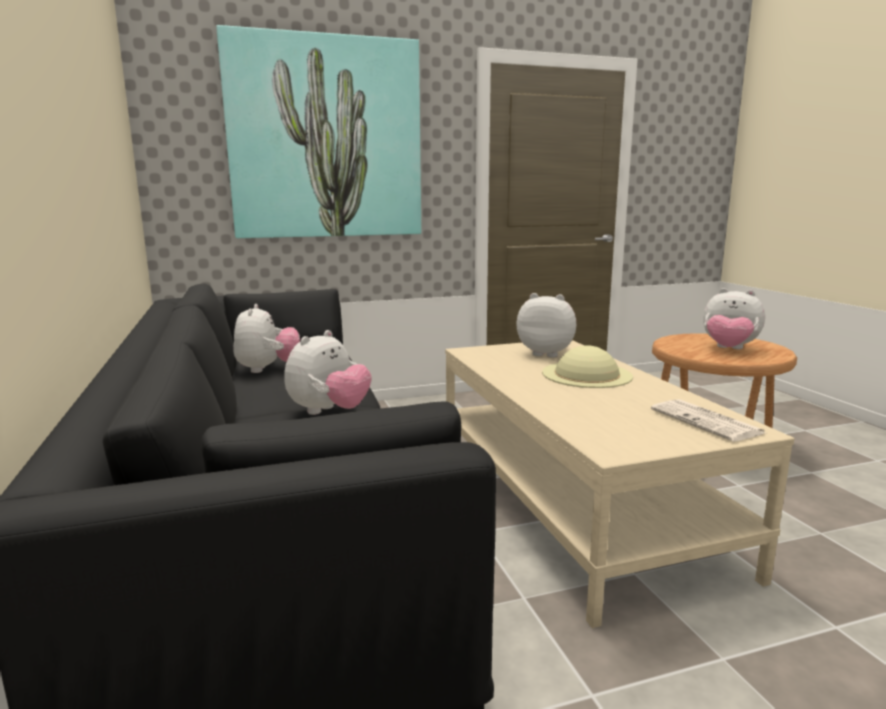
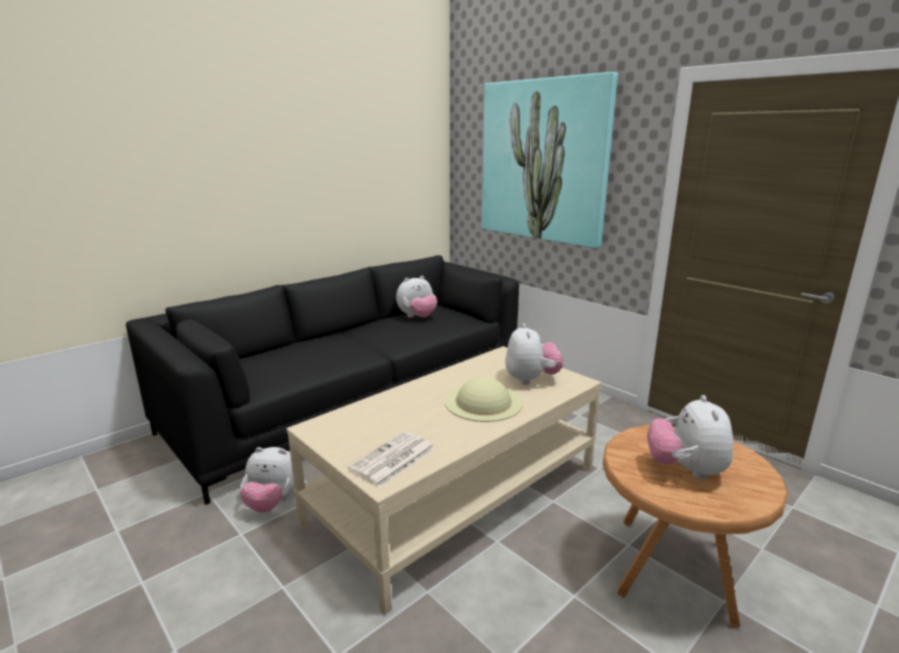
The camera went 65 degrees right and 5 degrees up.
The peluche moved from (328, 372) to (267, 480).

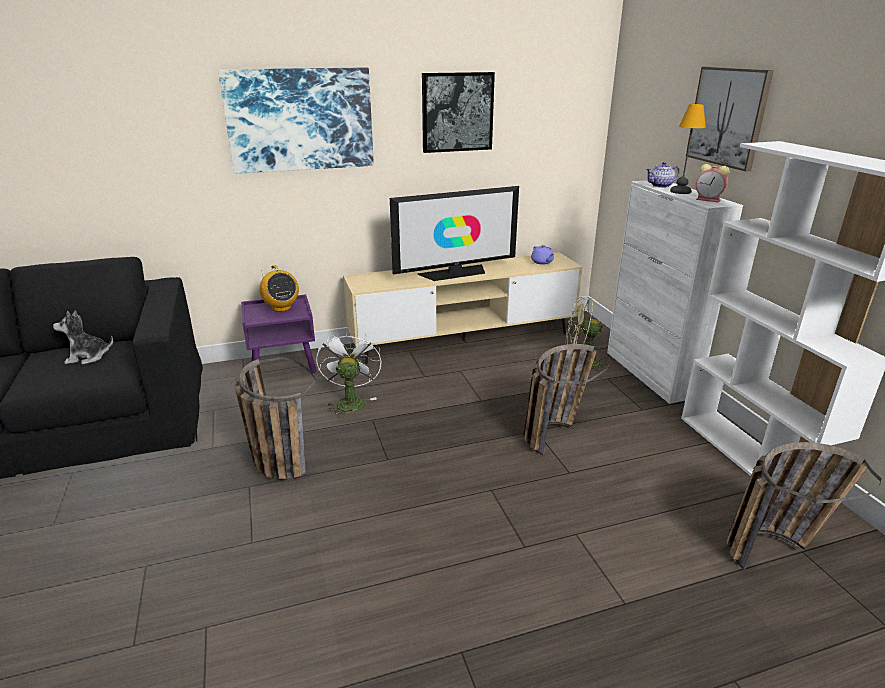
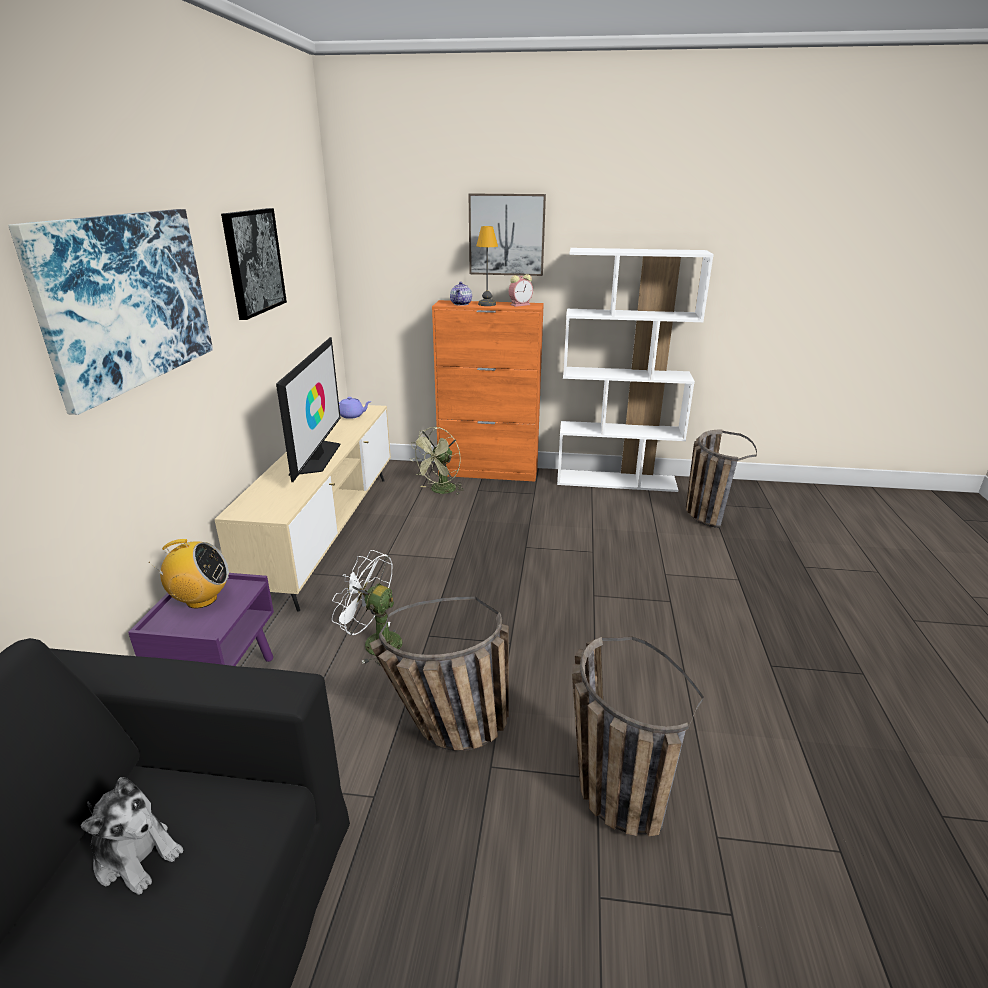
The camera went 65 degrees left and 0 degrees up.
The panier moved from (566, 399) to (638, 737).
The meuble de rangement/blanc at (675, 292) became the meuble de rangement/orange at (488, 391).
The peluche at (83, 337) turned 75 degrees counterclockwise.

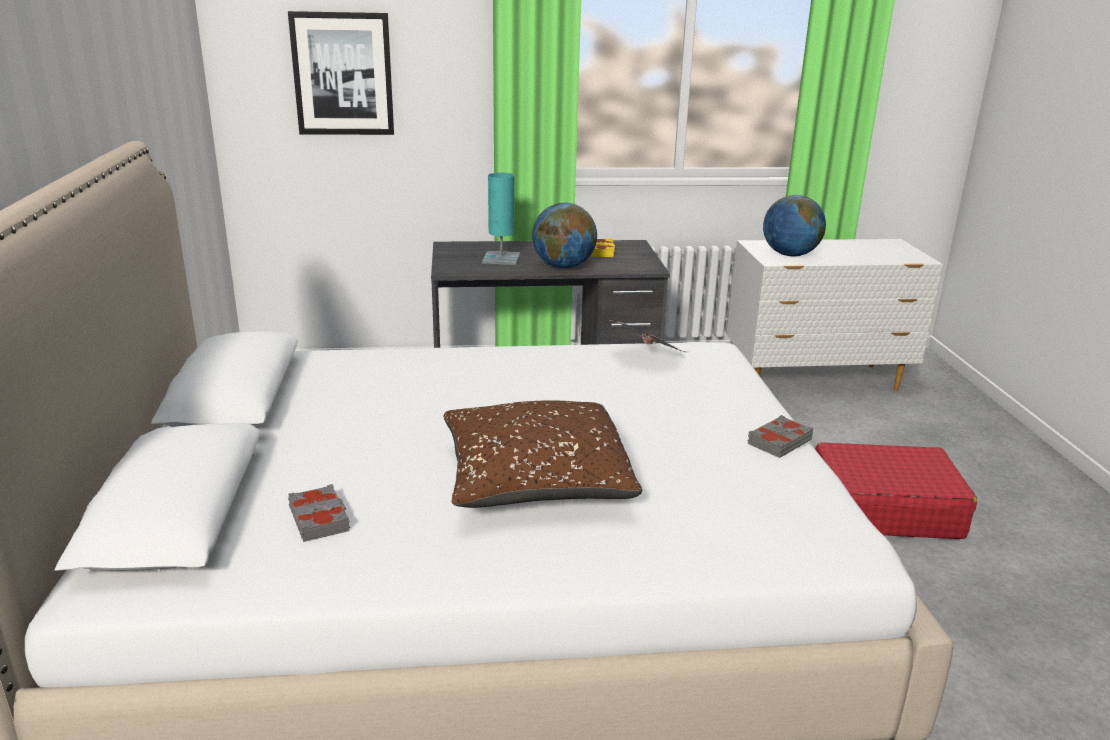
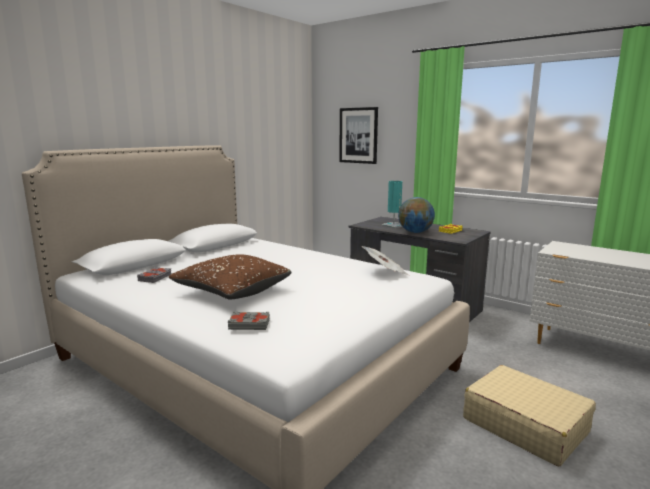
The camera went 45 degrees right and 10 degrees down.
The globe at (794, 225) disappeared.
The livre/gris moved from (780, 436) to (249, 320).
The valise/rouge at (896, 490) became the valise/beige at (529, 415).

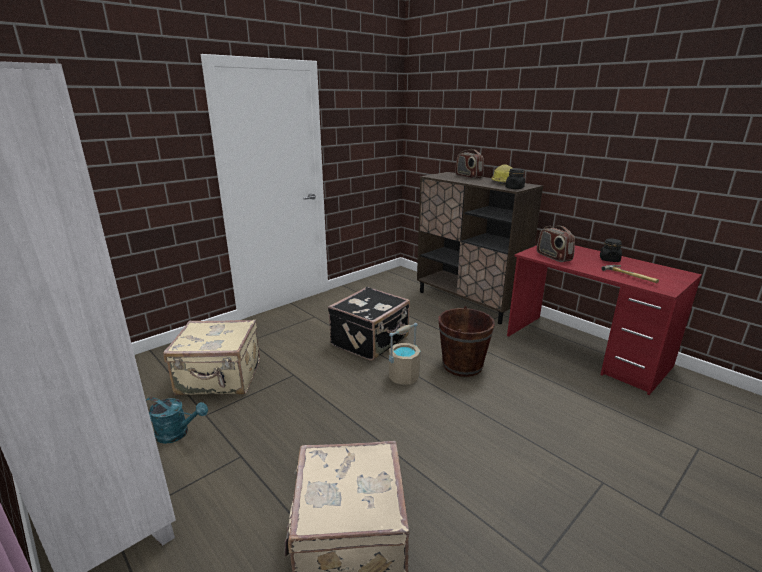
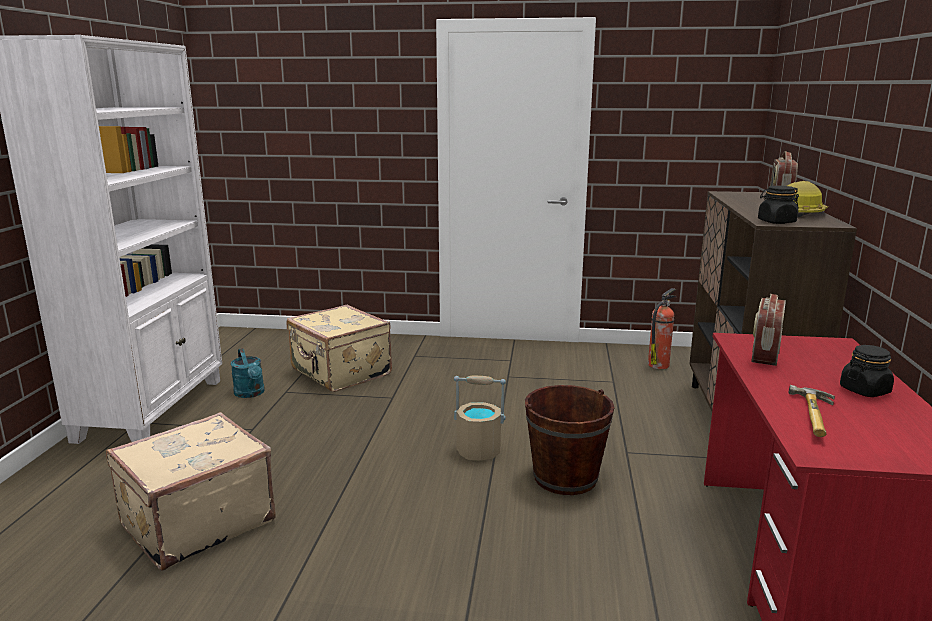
The camera went 50 degrees right and 5 degrees down.
The valise/noir at (369, 324) disappeared.
The extincteur at (662, 328) appeared.

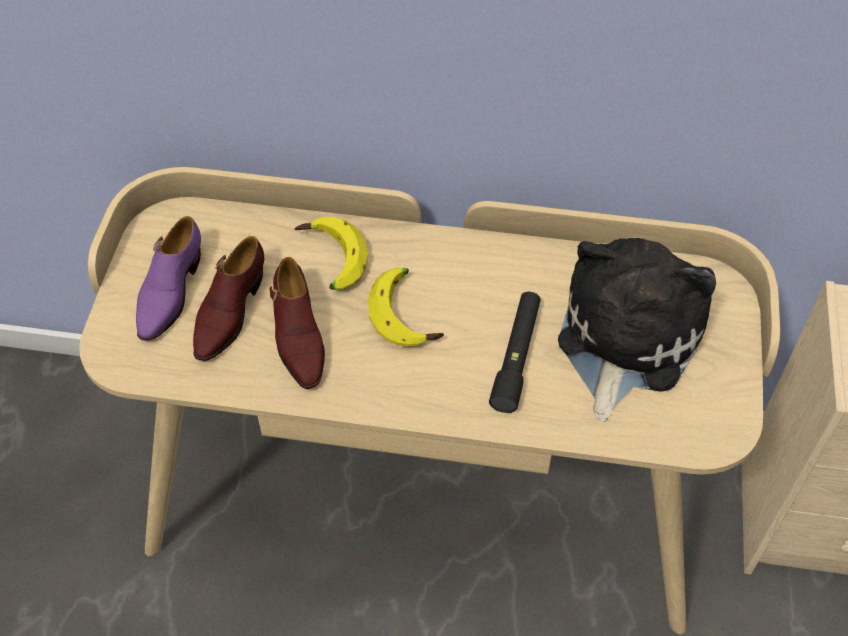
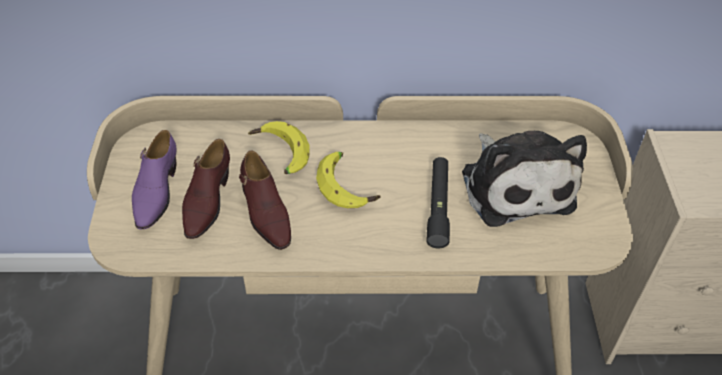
The camera went 10 degrees left and 5 degrees down.
The peluche at (637, 329) turned 150 degrees clockwise.

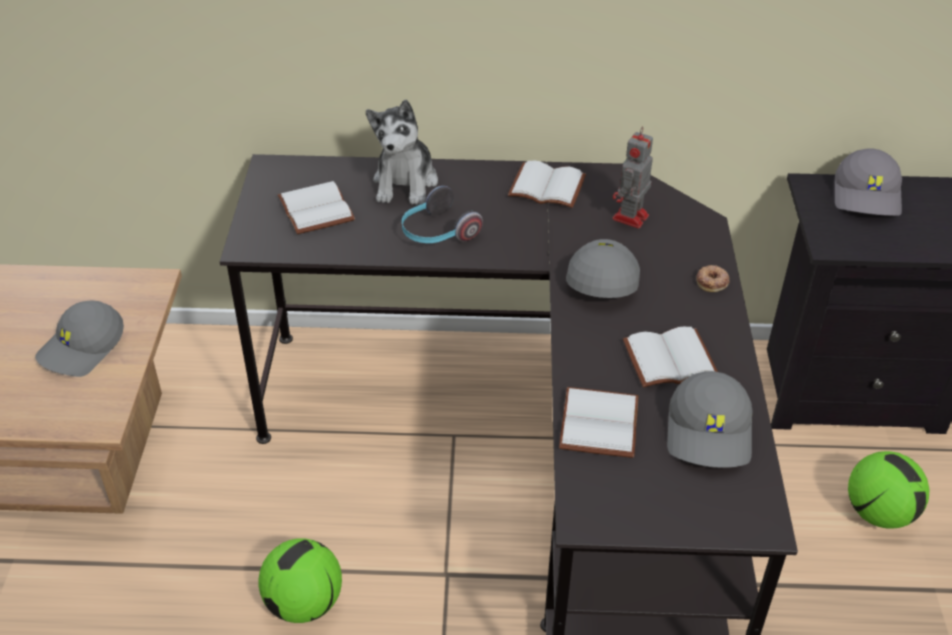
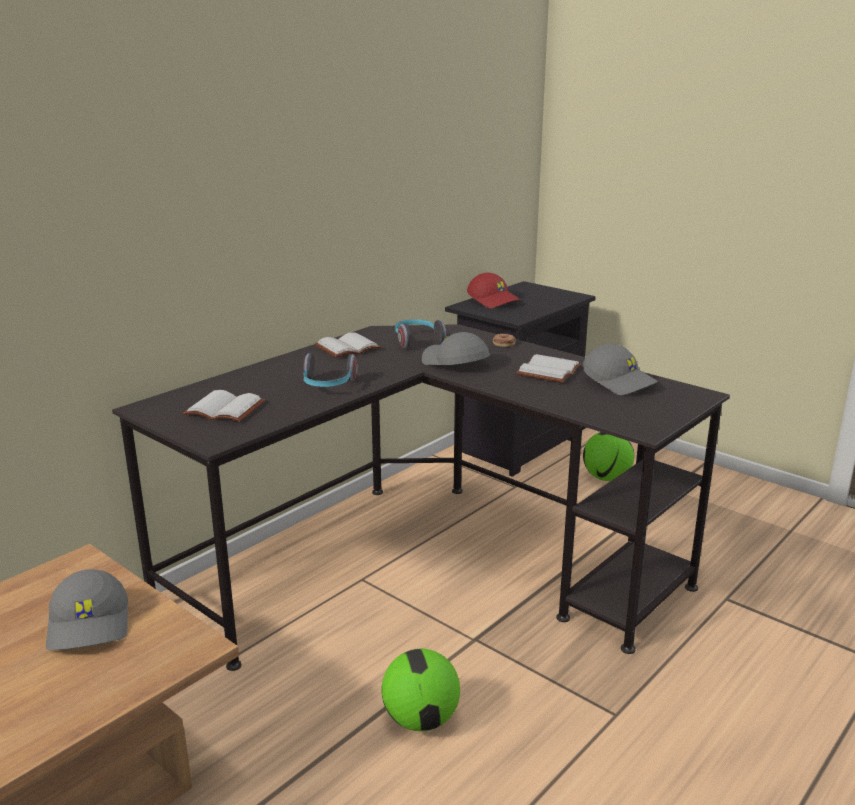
The camera went 50 degrees left and 20 degrees down.
The peluche at (402, 152) disappeared.
The livre/blanc at (598, 422) disappeared.
The robot jouet at (632, 177) was replaced by the casque audio at (420, 333).
The casquette/gris at (868, 182) became the casquette/rouge at (494, 290).

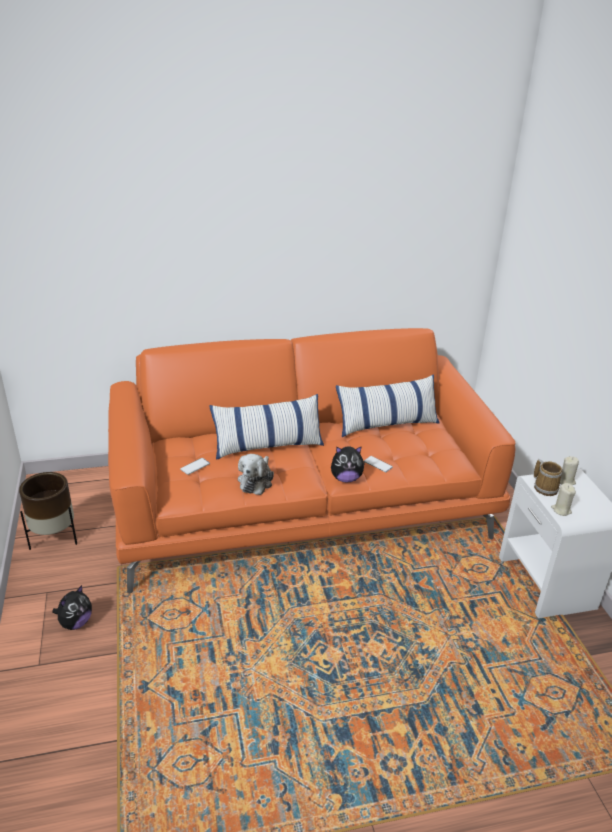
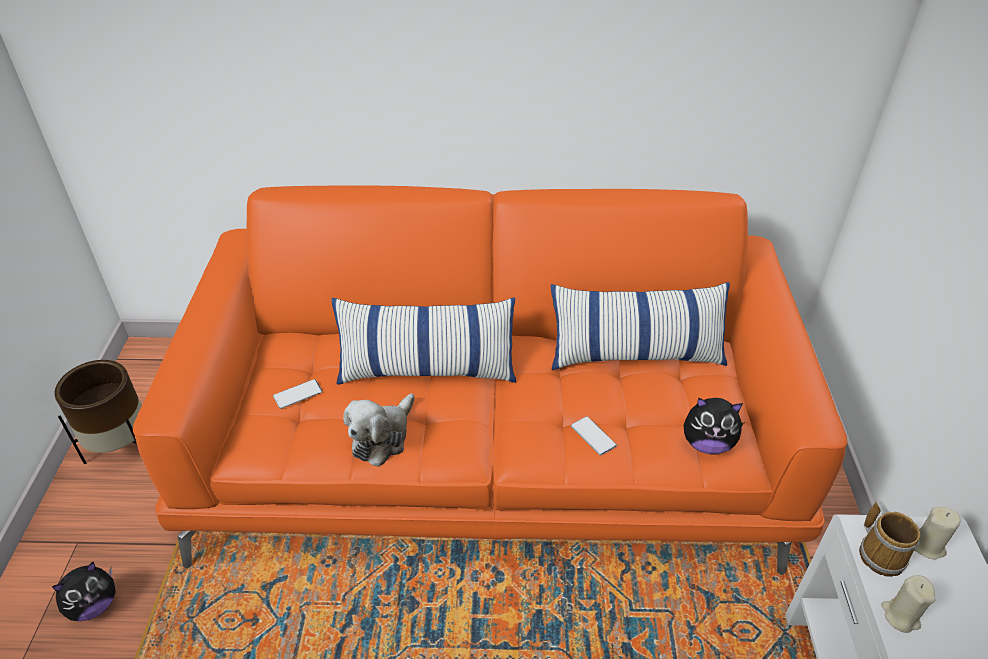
The camera went 15 degrees right and 10 degrees up.
The peluche moved from (348, 464) to (714, 426).

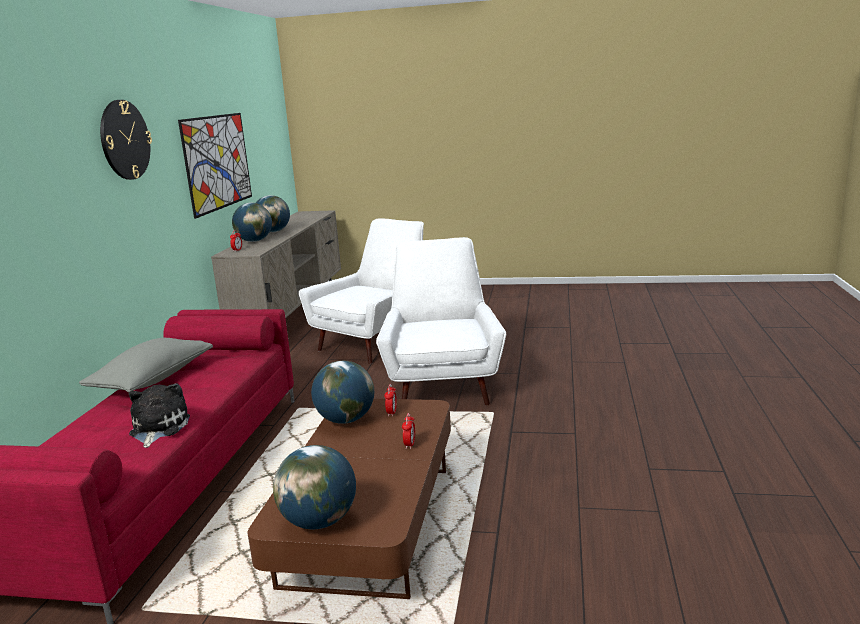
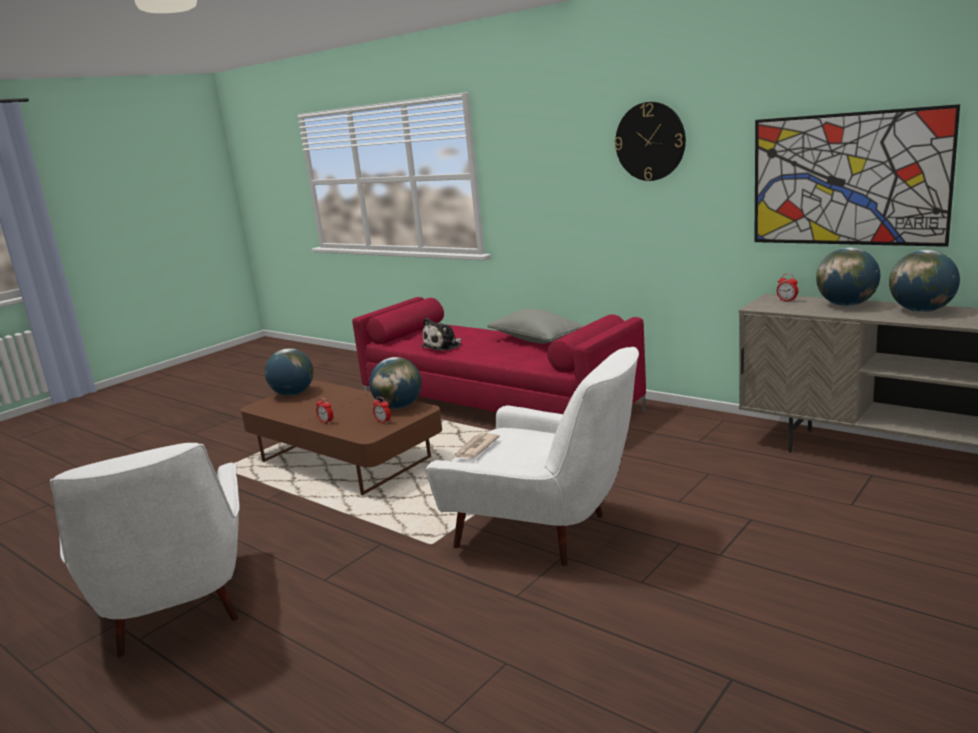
The camera went 120 degrees right and 0 degrees up.
The journal at (477, 446) appeared.
The fauteuil/blanc moved from (361, 291) to (145, 550).
The peluche at (159, 415) turned 105 degrees clockwise.

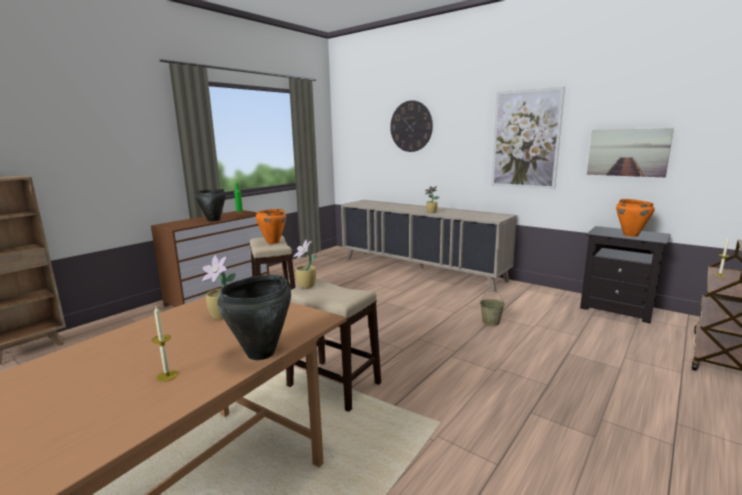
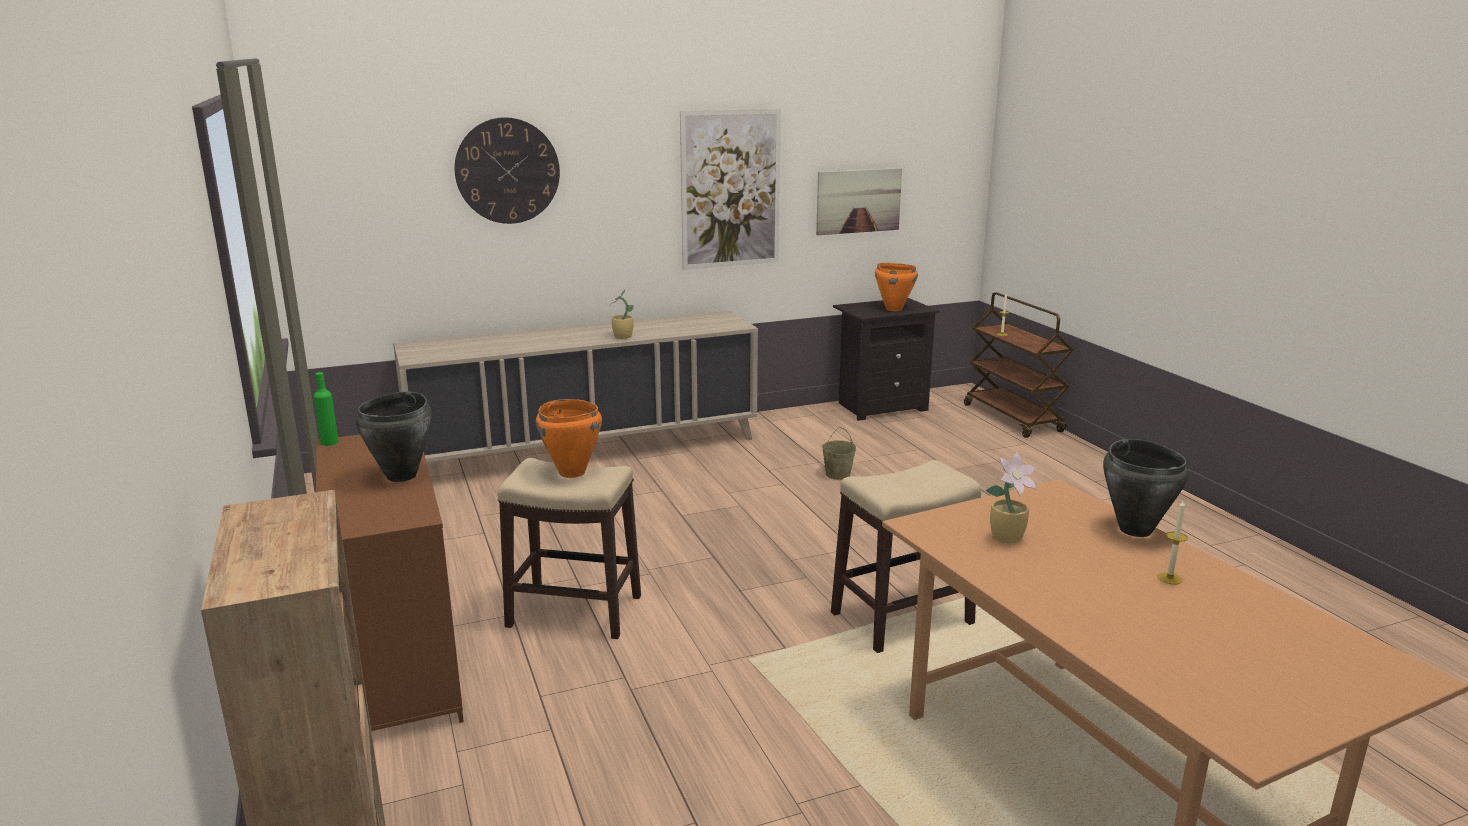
The camera went 60 degrees left and 5 degrees up.
The plante en pot at (304, 263) disappeared.

